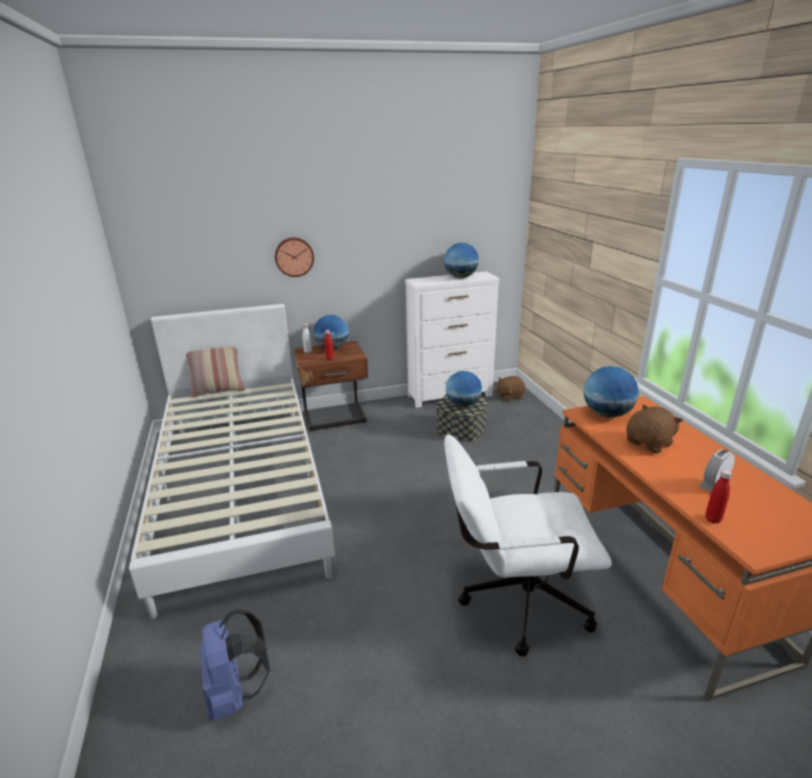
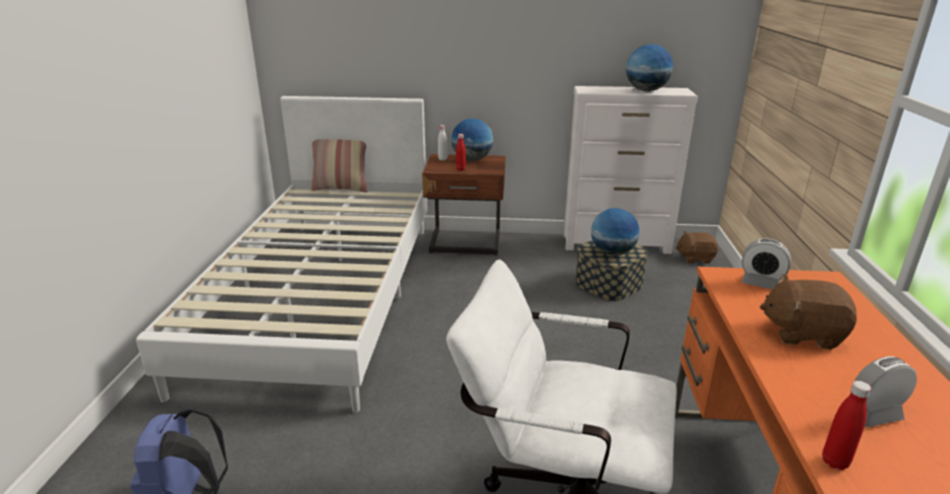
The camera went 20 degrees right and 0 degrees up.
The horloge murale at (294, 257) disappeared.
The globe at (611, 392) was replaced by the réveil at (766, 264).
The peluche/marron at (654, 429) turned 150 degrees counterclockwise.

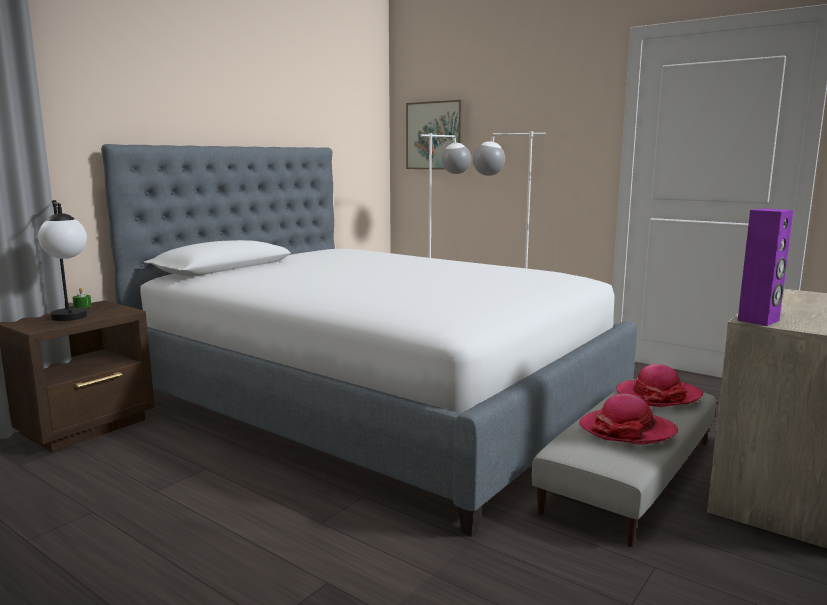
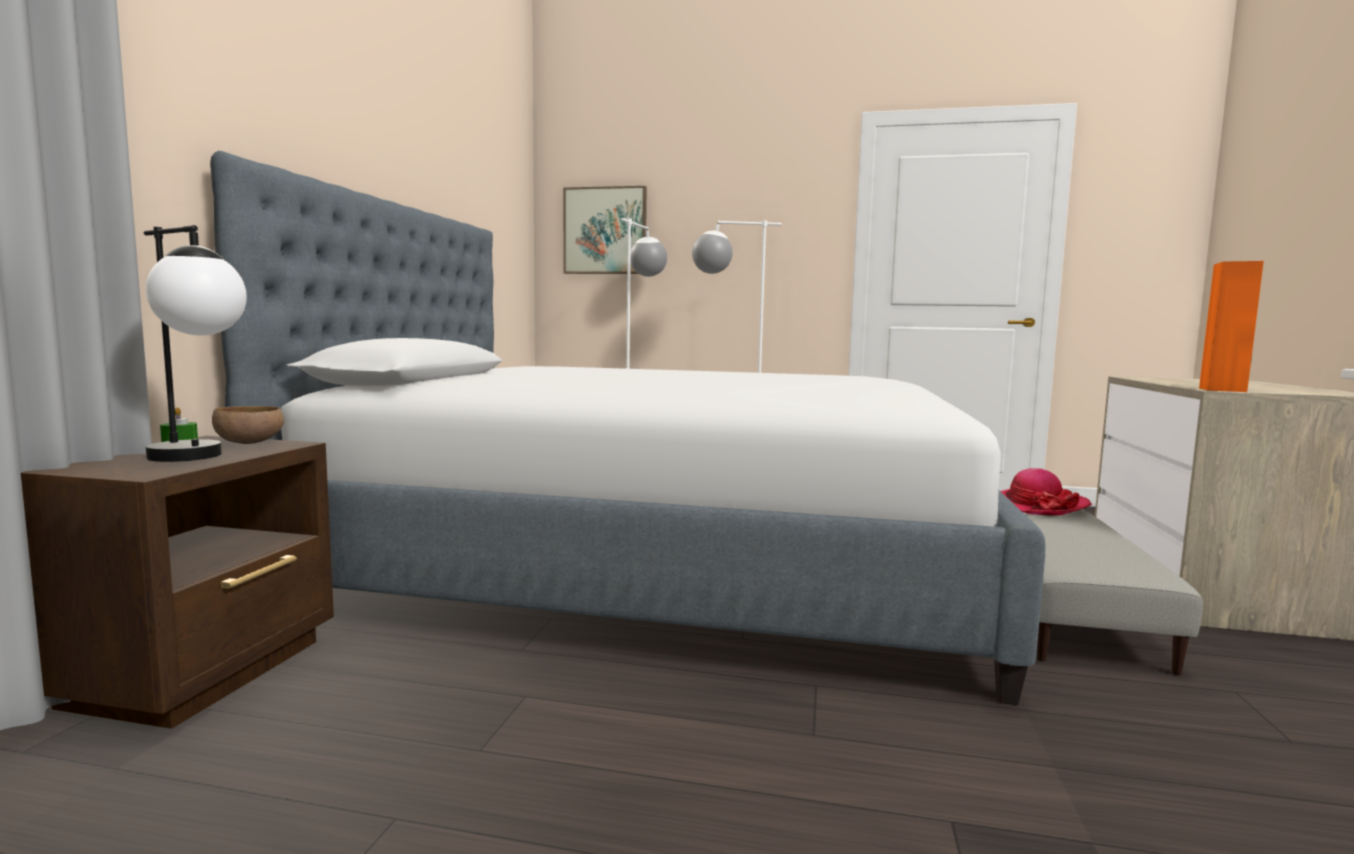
The camera went 25 degrees left and 5 degrees down.
The chapeau at (628, 419) disappeared.
The bol/marron at (248, 425) appeared.
The enceinte/violet at (766, 267) became the enceinte/orange at (1231, 326).

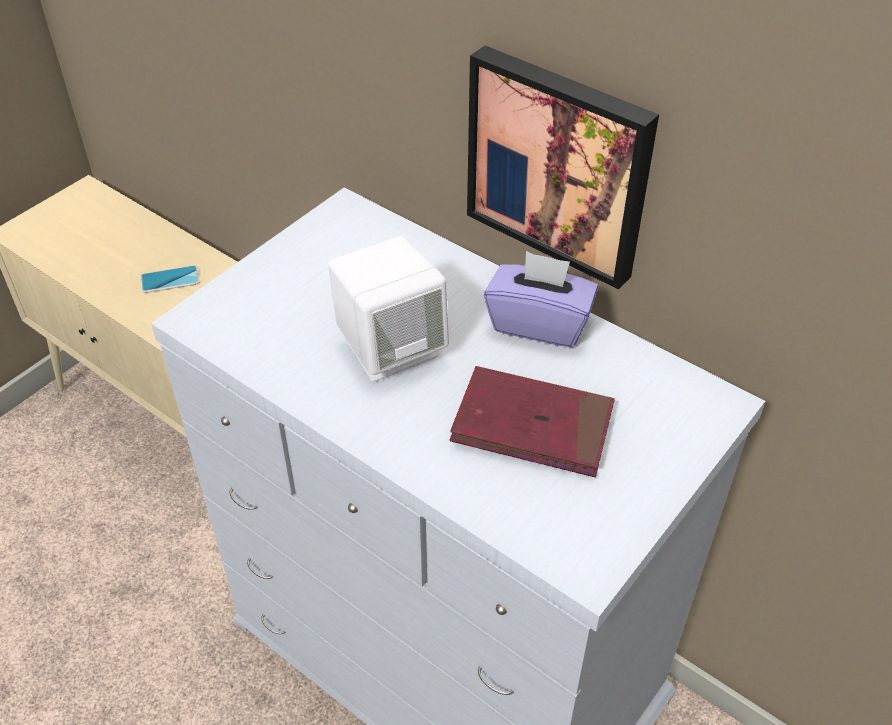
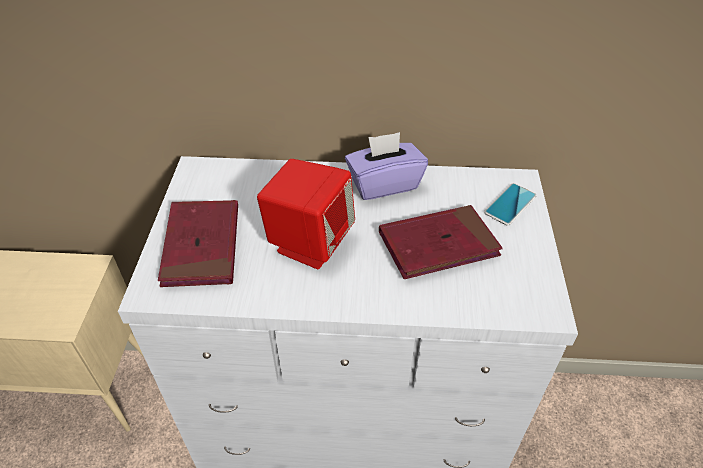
The camera went 35 degrees left and 0 degrees up.
The tableau at (563, 168) disappeared.
The livre/rouge at (198, 243) appeared.
The téléphone moved from (170, 279) to (510, 204).
The enceinte/blanc at (388, 309) became the enceinte/rouge at (306, 214).

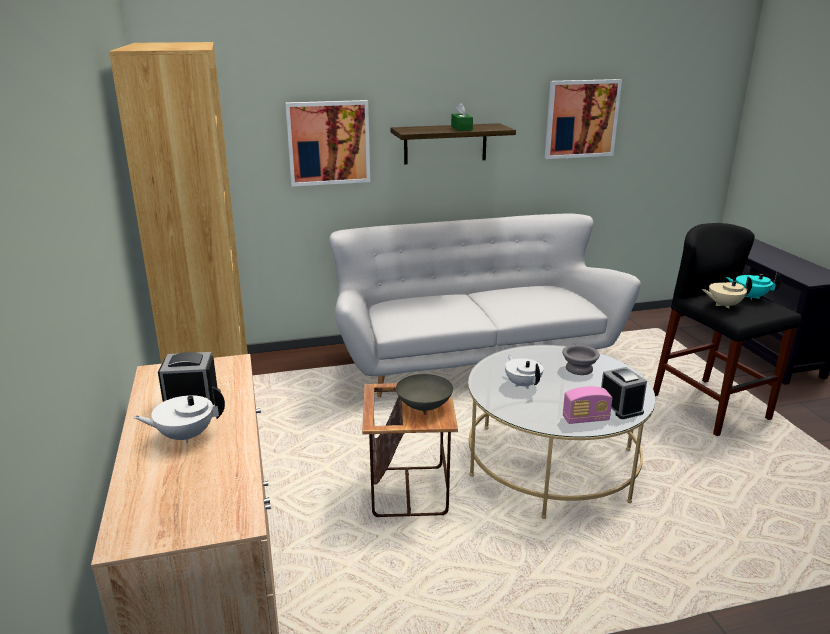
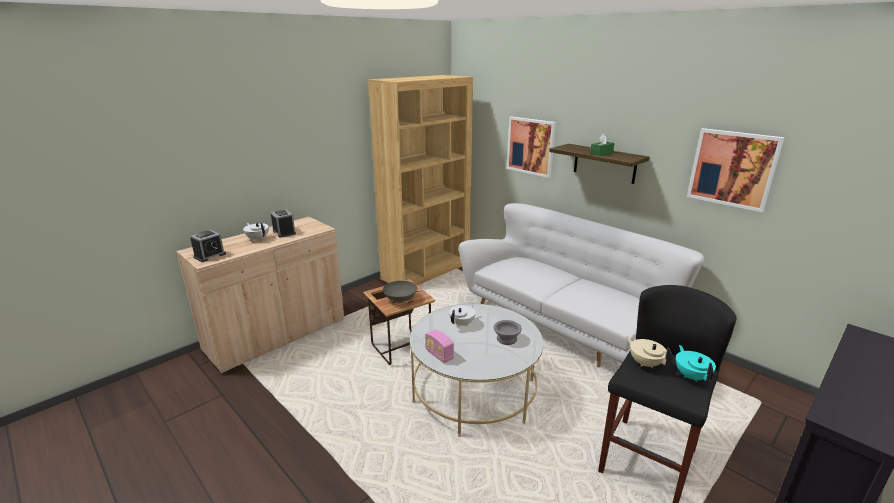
The camera went 60 degrees right and 0 degrees up.
The réveil moved from (624, 393) to (208, 246).

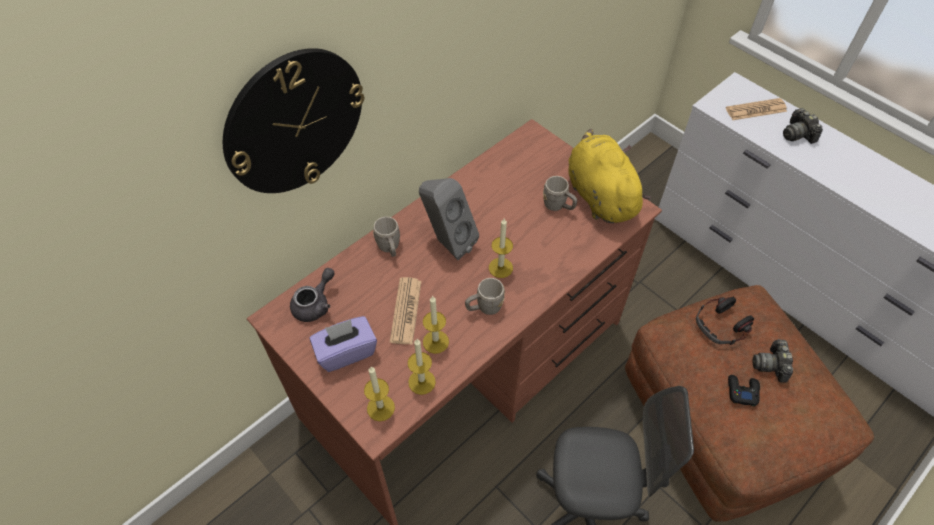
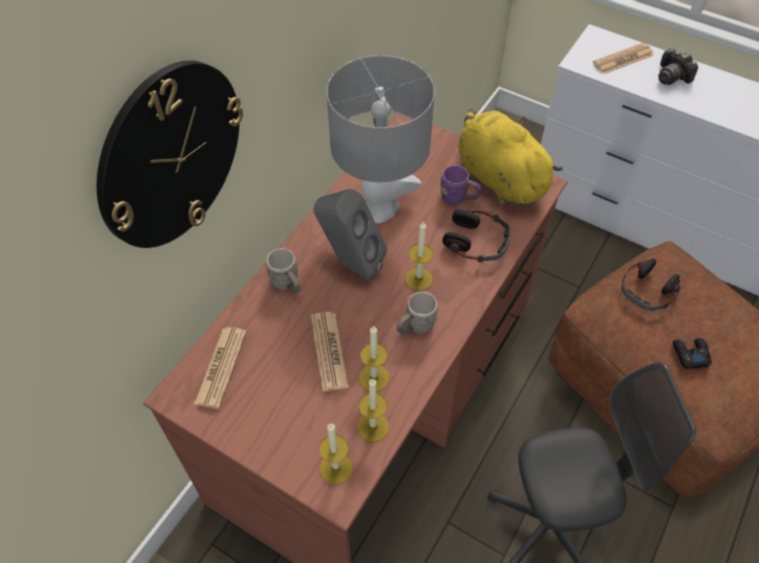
The camera went 15 degrees left and 0 degrees up.
The boîte à mouchoirs/violet at (343, 344) disappeared.
The appareil photo at (773, 360) disappeared.
The lampe de table/gris at (381, 139) appeared.
The casque audio at (476, 236) appeared.
The théière/gris at (312, 295) was replaced by the journal at (220, 368).
The mug/gris at (560, 193) became the mug/violet at (461, 185).

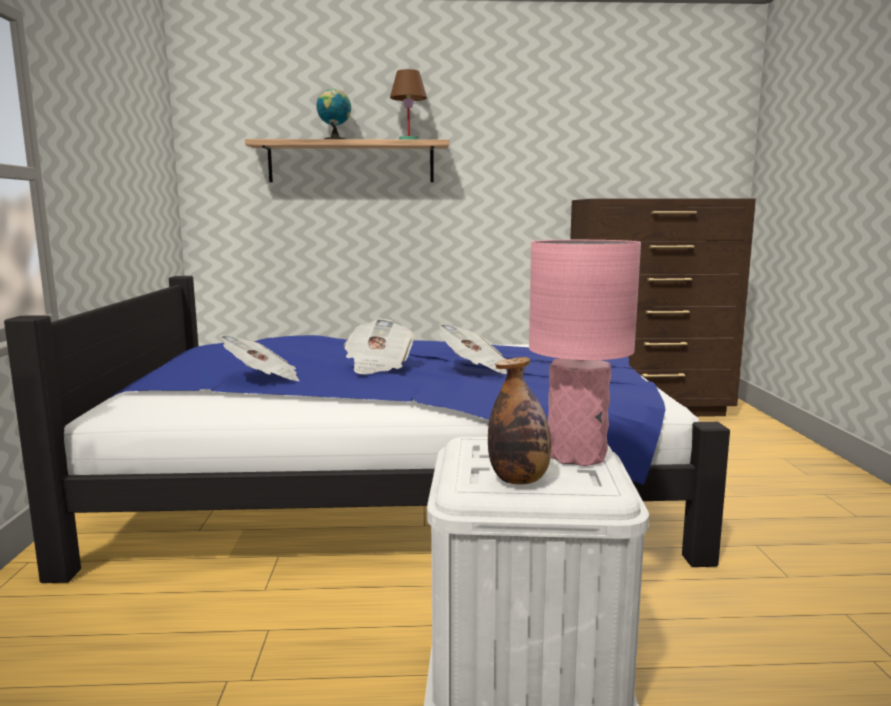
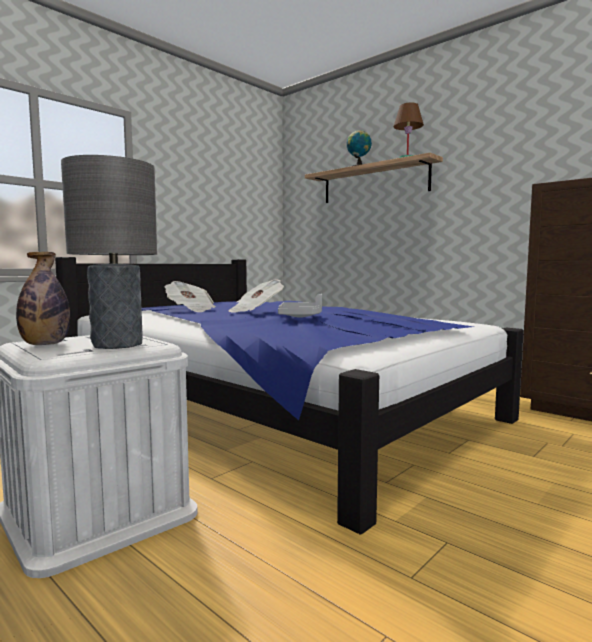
The camera went 45 degrees right and 5 degrees down.
The journal at (473, 348) was replaced by the plateau/gris at (300, 306).
The lampe de table/rose at (585, 353) became the lampe de table/gris at (109, 252).

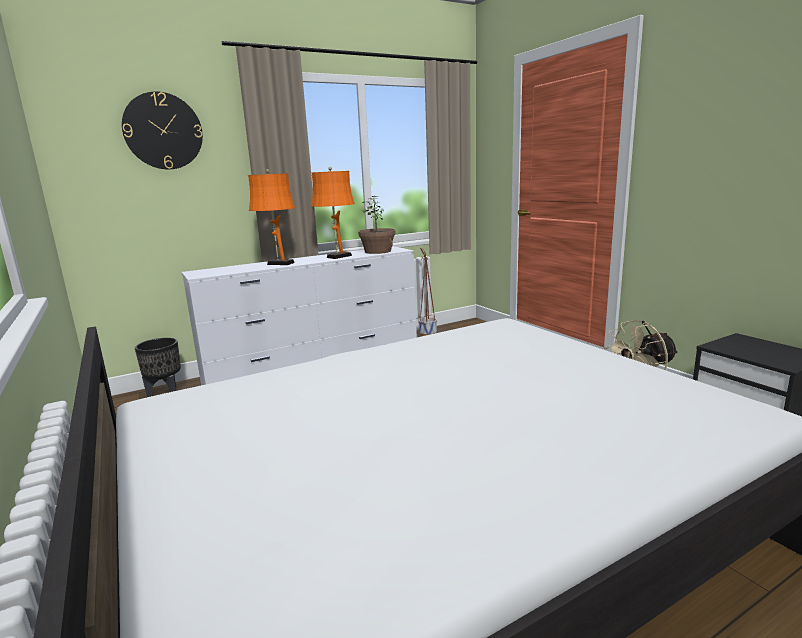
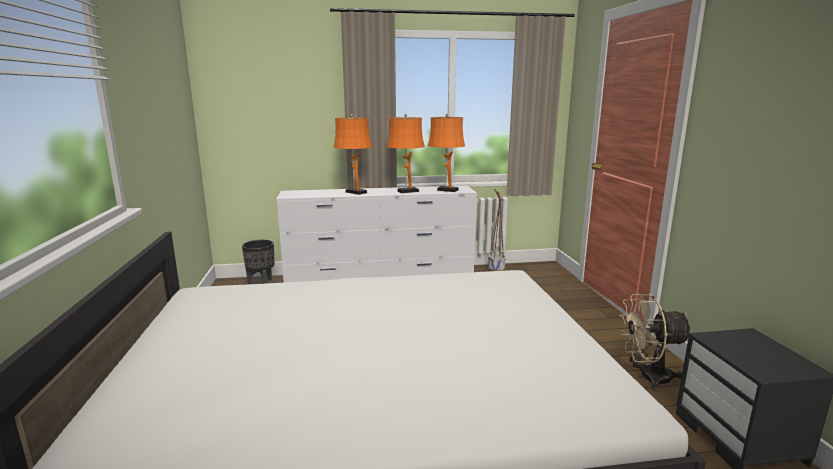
The camera went 20 degrees right and 0 degrees up.
The horloge murale at (162, 130) disappeared.
The plante en pot at (376, 225) was replaced by the lampe de table/orange at (446, 152).

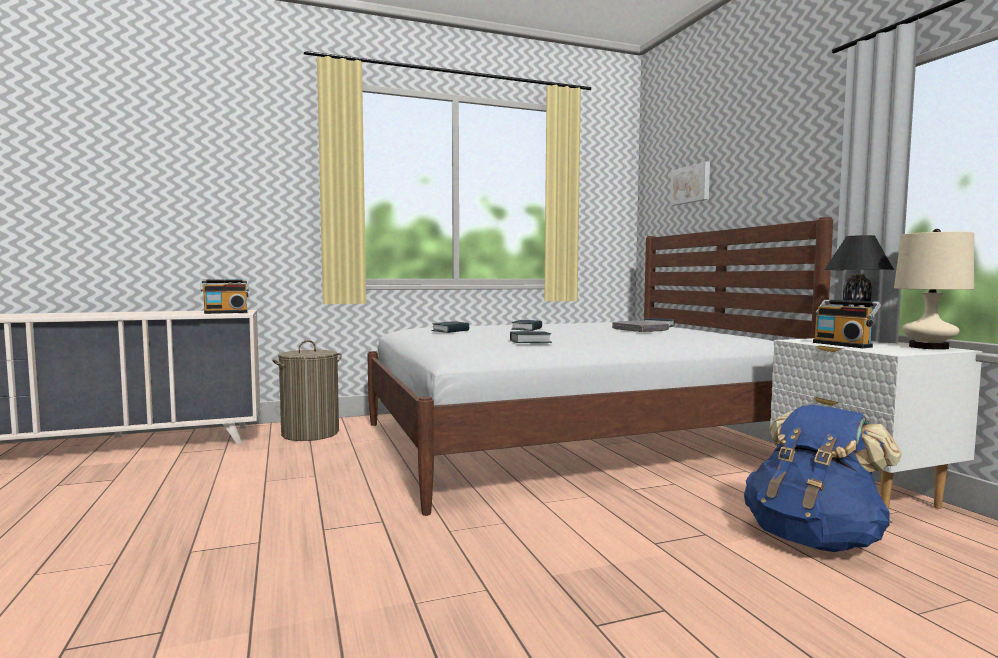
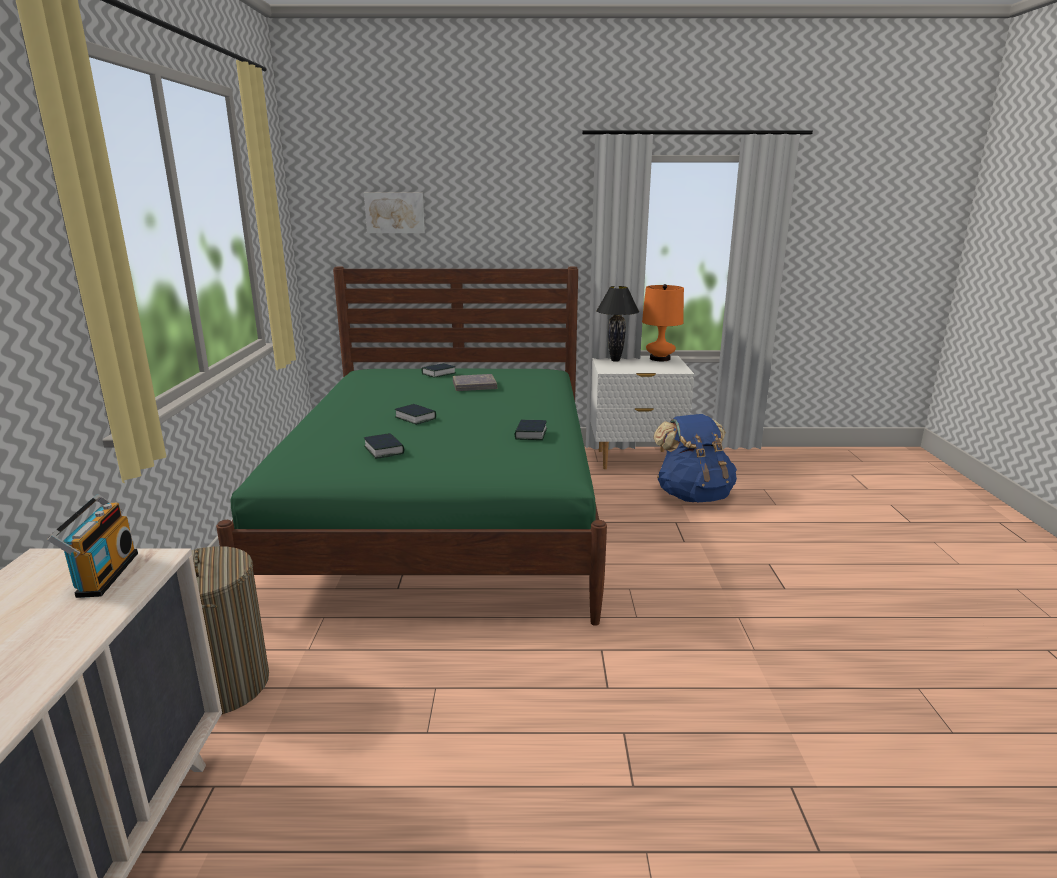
The camera went 70 degrees left and 15 degrees up.
The radio at (847, 324) disappeared.
The lit/blanc at (600, 366) became the lit/vert at (411, 446).
The lampe de table/beige at (934, 289) became the lampe de table/orange at (663, 322).

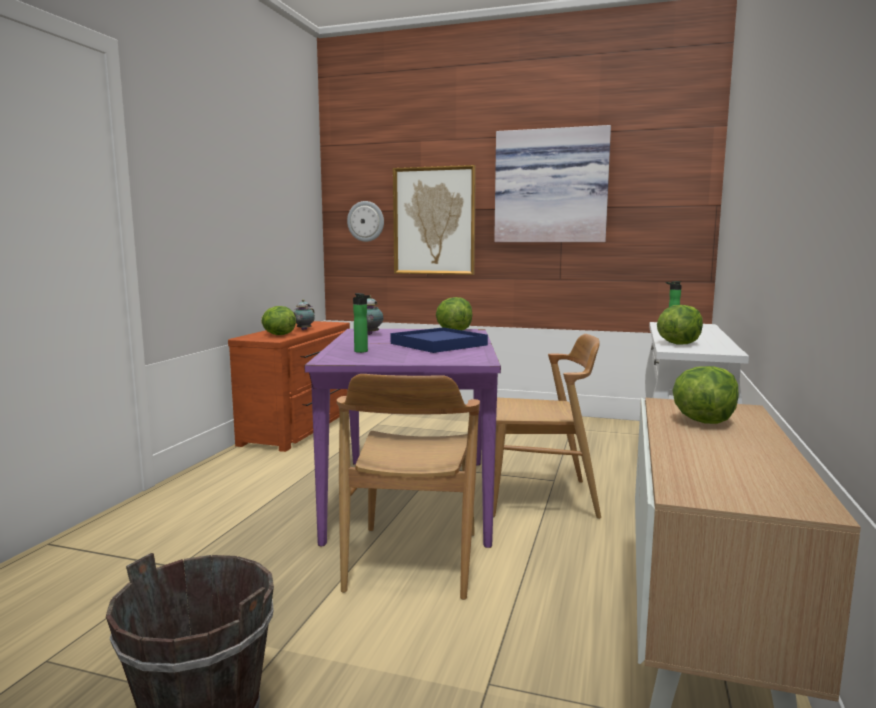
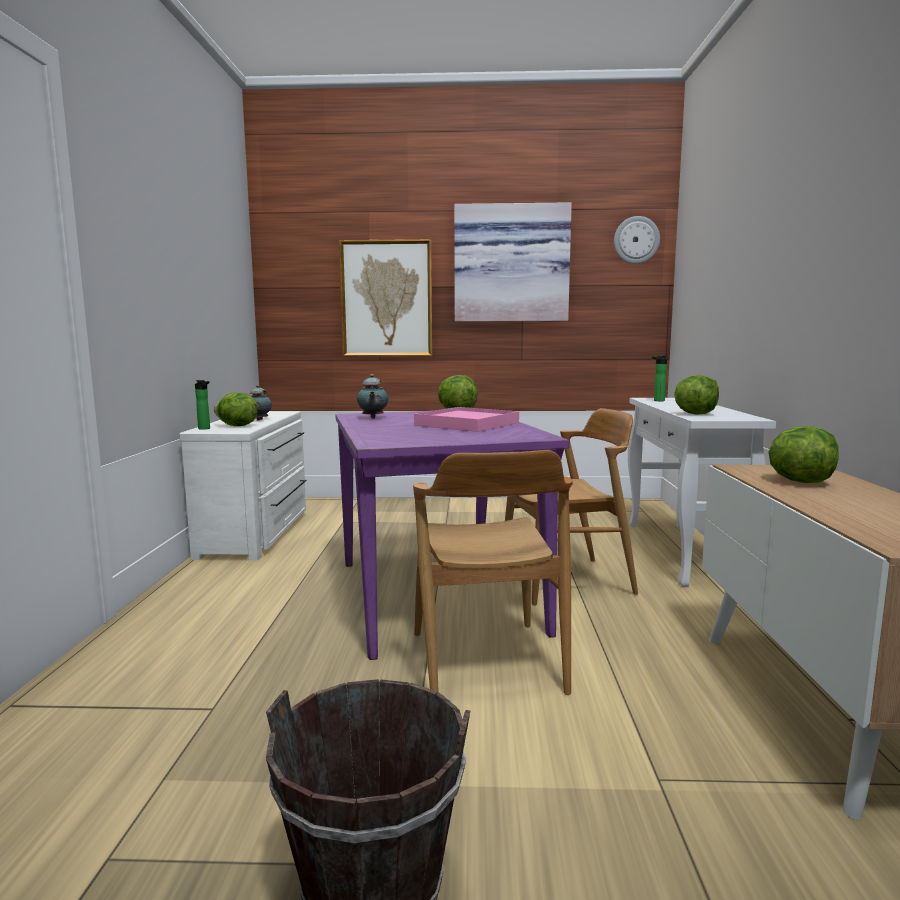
The camera went 15 degrees left and 0 degrees up.
The horloge murale moved from (365, 221) to (637, 240).
The bouteille moved from (361, 323) to (202, 405).
The commode/marron at (289, 386) became the commode/blanc at (242, 486).
The plateau/bleu at (439, 340) became the plateau/rose at (466, 419).

